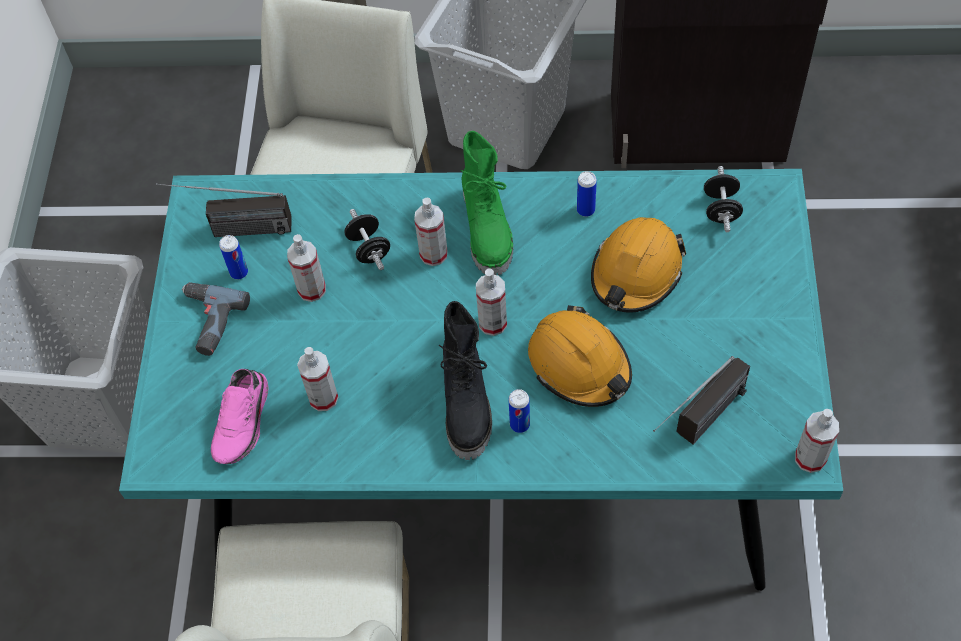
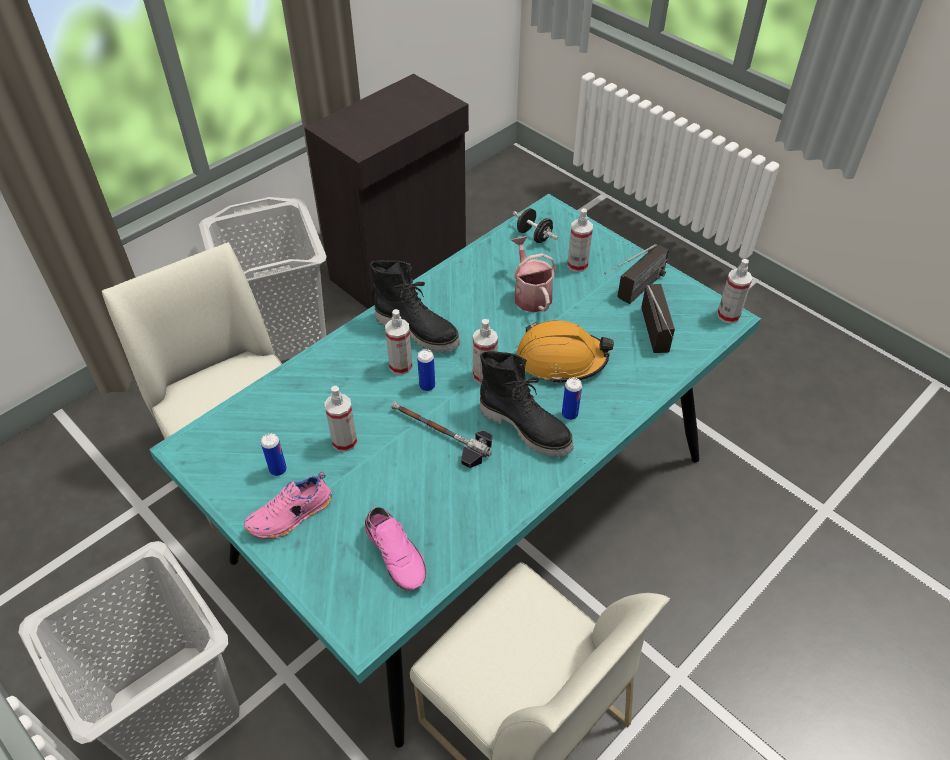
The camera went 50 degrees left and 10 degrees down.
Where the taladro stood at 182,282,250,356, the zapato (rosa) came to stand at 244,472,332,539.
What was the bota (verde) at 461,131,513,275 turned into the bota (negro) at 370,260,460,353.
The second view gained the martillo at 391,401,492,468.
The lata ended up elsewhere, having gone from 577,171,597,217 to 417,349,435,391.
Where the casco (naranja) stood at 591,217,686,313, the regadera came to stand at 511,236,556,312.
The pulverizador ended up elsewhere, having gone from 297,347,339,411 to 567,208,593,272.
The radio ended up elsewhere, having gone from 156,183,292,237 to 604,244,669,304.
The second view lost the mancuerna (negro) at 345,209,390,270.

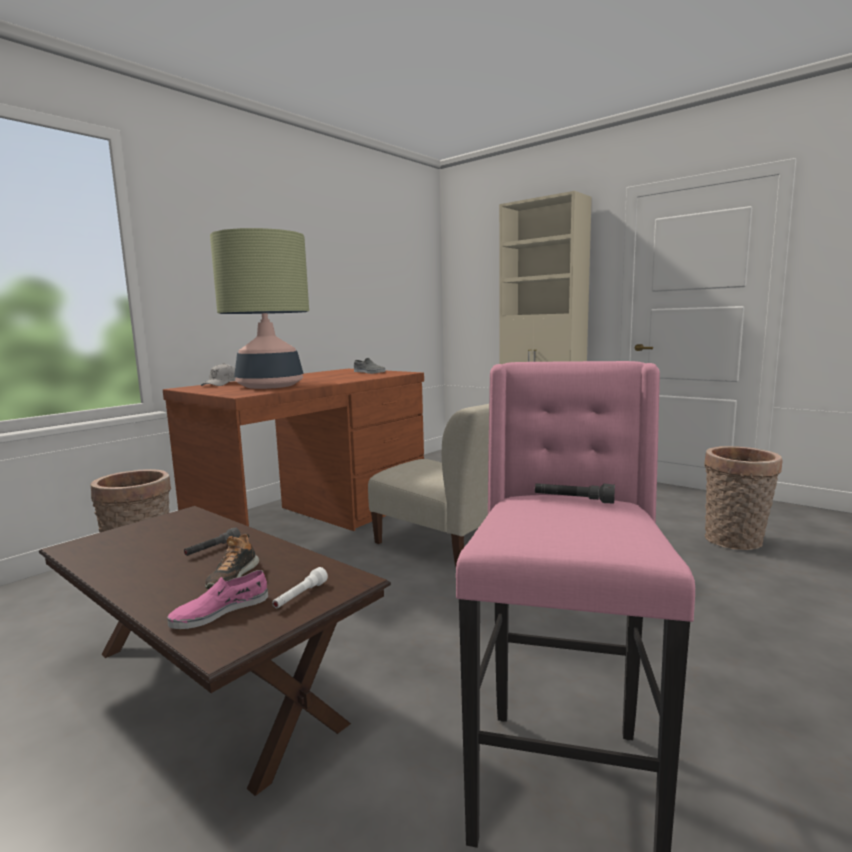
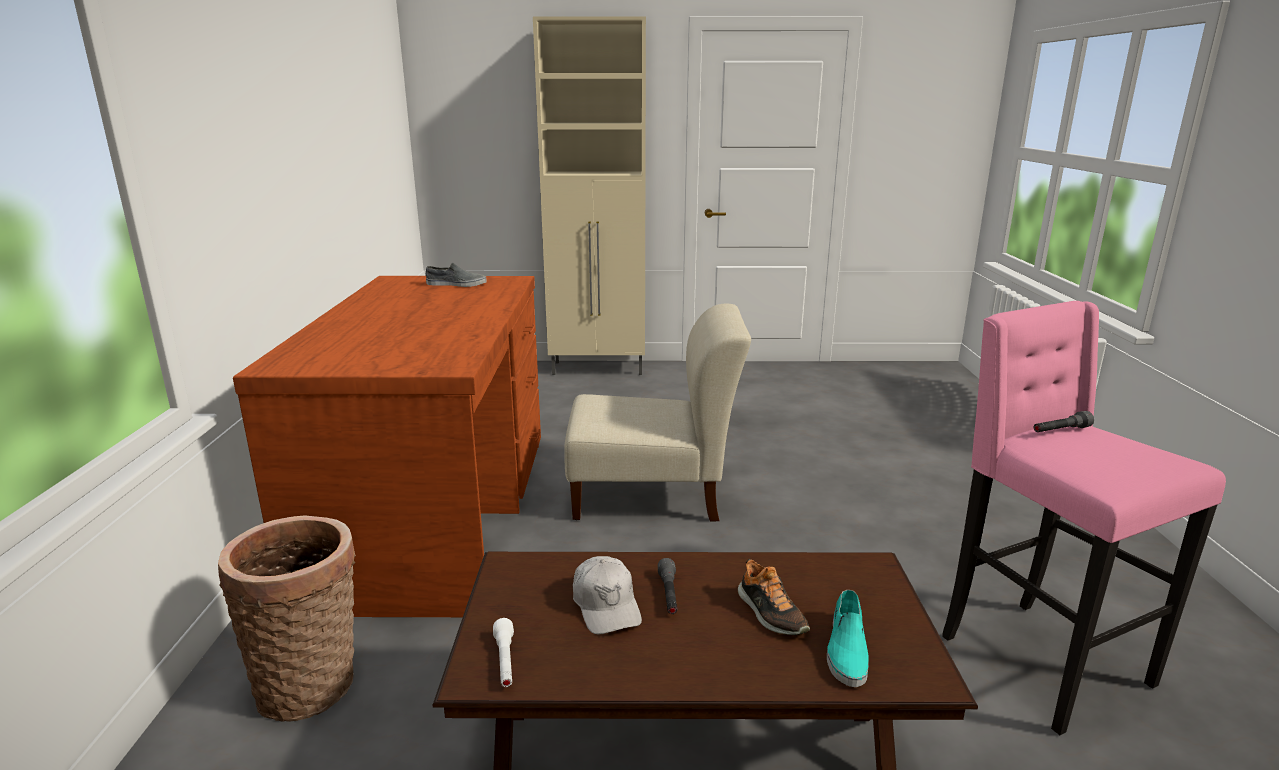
The camera went 40 degrees left and 10 degrees up.
The linterna (blanco) ended up elsewhere, having gone from 272,567,328,608 to 493,618,514,687.
The gorra (blanco) ended up elsewhere, having gone from 201,363,236,386 to 573,556,642,634.
What was the zapato (rosa) at 167,570,268,629 turned into the zapato (turquesa) at 827,590,869,687.
The second view lost the lámpara de mesa at 210,228,309,389.
The second view lost the cesta at 705,446,783,550.

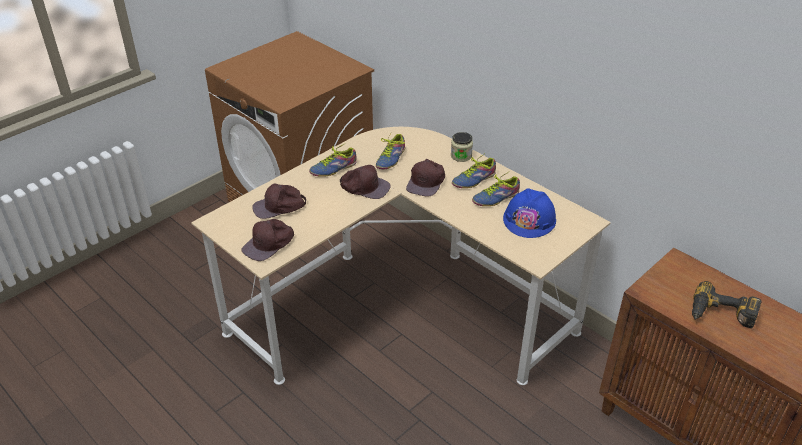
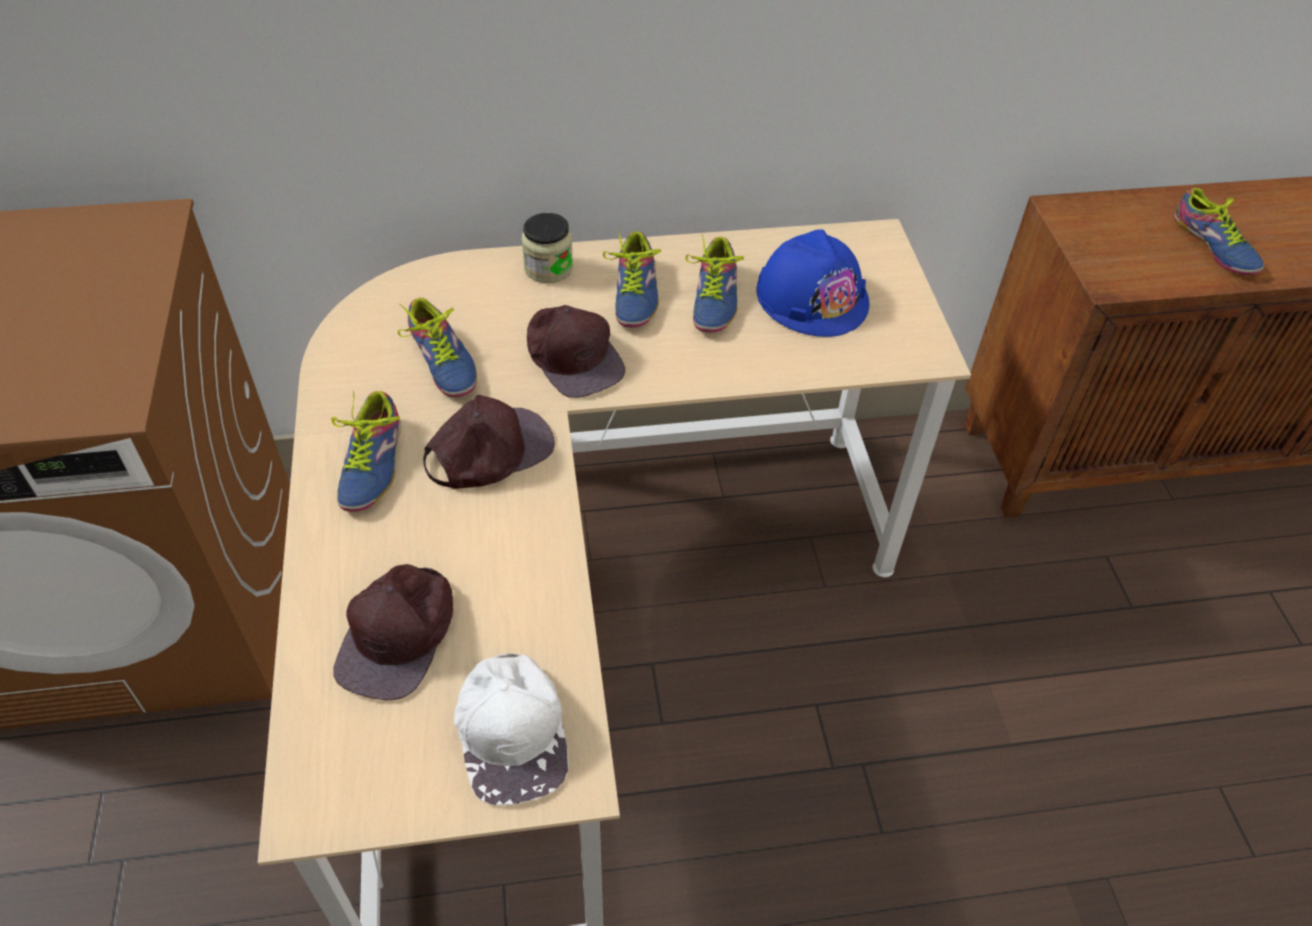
The camera went 55 degrees left and 10 degrees up.
What was the gorra (marrón) at 242,219,294,261 turned into the gorra (blanco) at 454,653,568,806.
Where the taladro stood at 692,281,762,328, the zapato came to stand at 1174,188,1264,275.

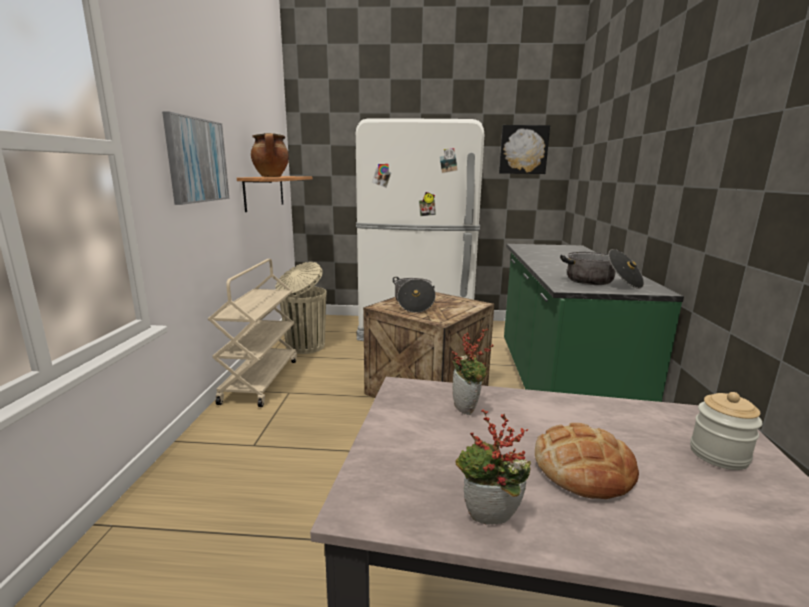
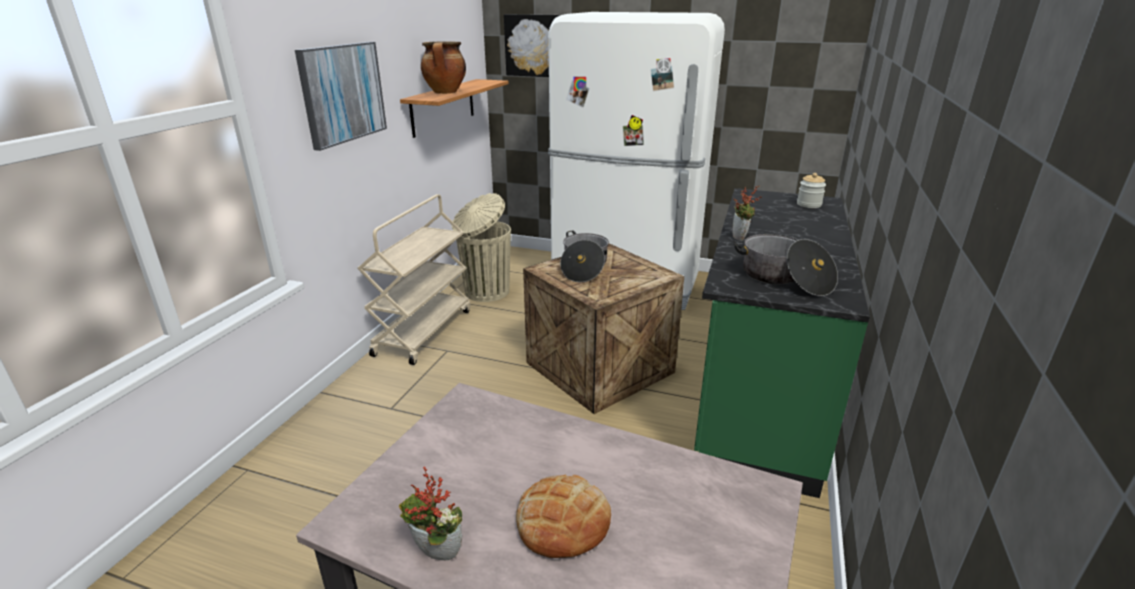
The camera went 15 degrees right and 10 degrees up.
The cuadro ended up elsewhere, having gone from 499,125,550,174 to 504,14,559,77.
The planta en maceta ended up elsewhere, having gone from 452,328,493,415 to 732,185,762,241.
The tarro ended up elsewhere, having gone from 690,392,762,470 to 797,173,826,208.

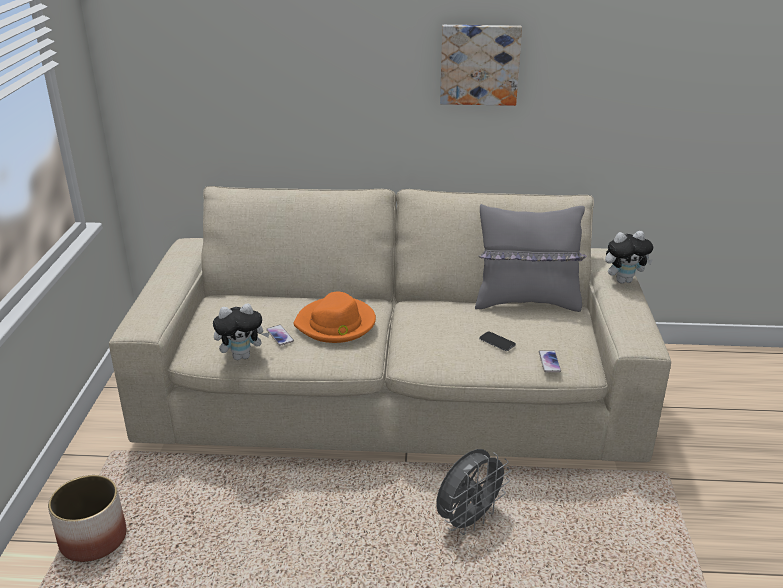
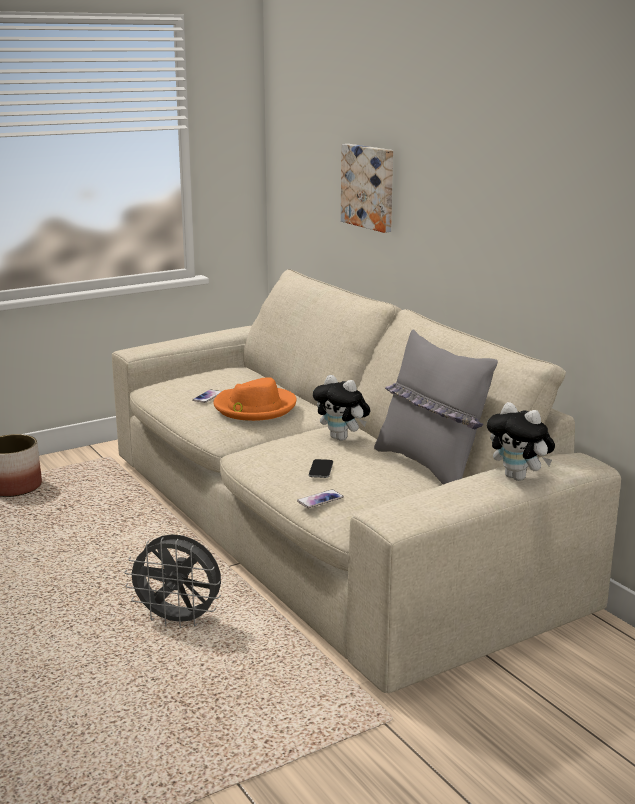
The camera went 55 degrees right and 10 degrees down.
The peluche ended up elsewhere, having gone from 213,303,270,360 to 313,375,370,441.
The cuadro ended up elsewhere, having gone from 440,25,522,106 to 341,144,393,233.

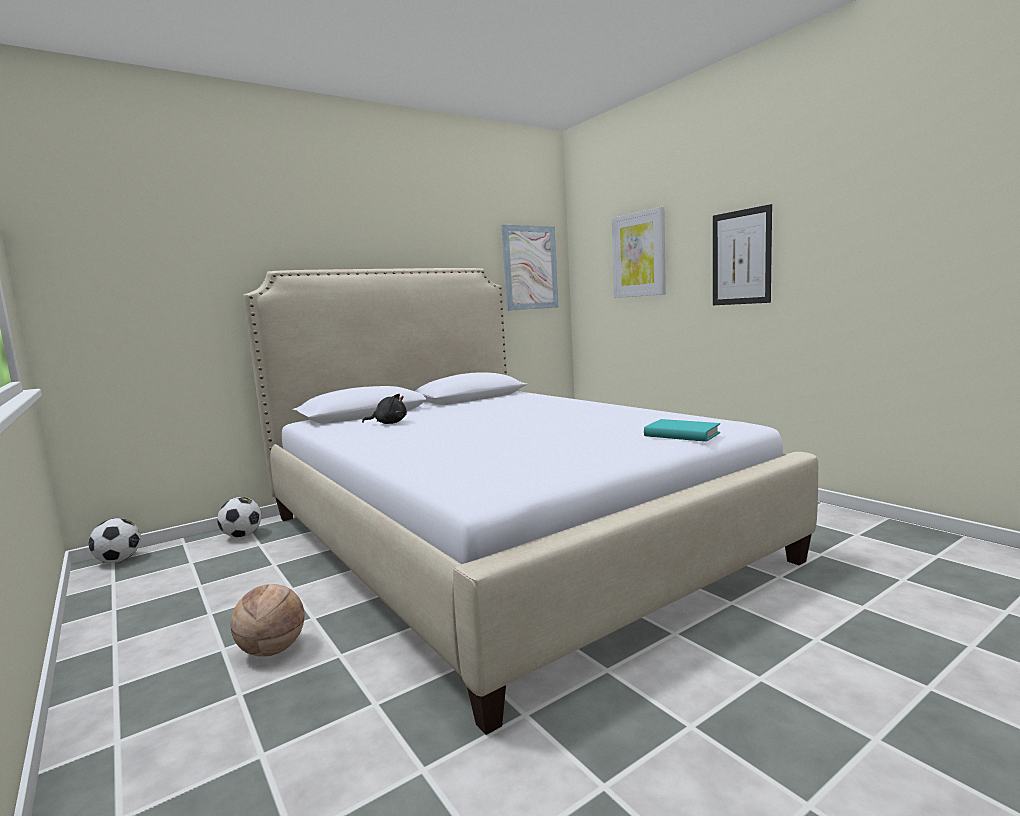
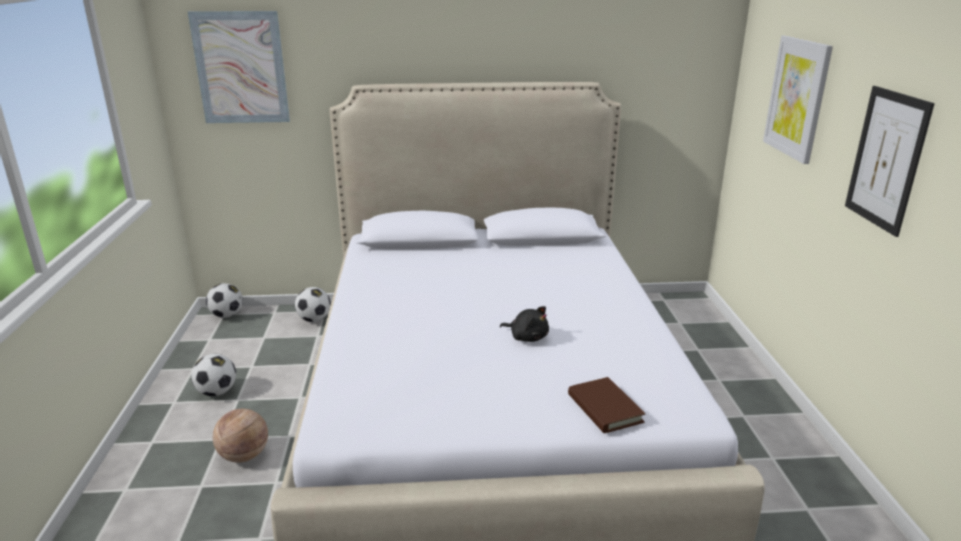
The camera went 30 degrees right and 15 degrees up.
The cuadro ended up elsewhere, having gone from 501,225,558,311 to 188,11,290,123.
The second view gained the balón de fútbol at 191,354,236,396.
The peluche (negro) ended up elsewhere, having gone from 362,394,407,424 to 500,306,549,342.
What was the libro (turquesa) at 644,419,720,442 turned into the libro (marrón) at 568,377,646,433.

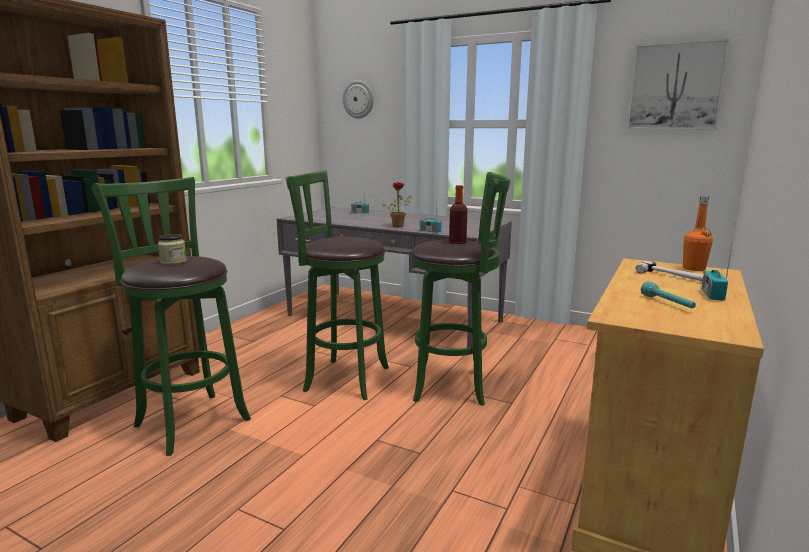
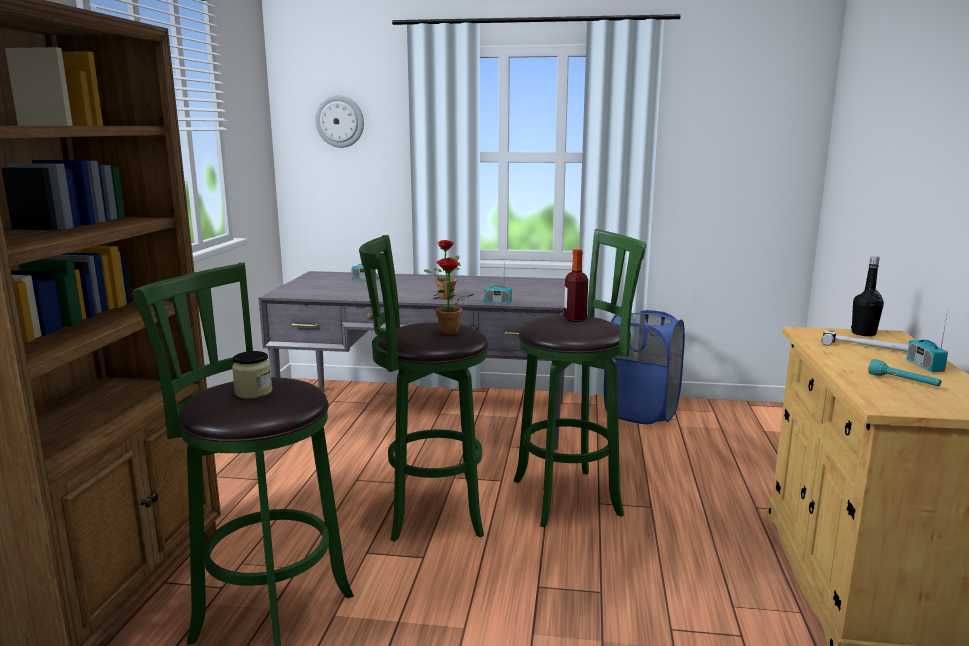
The camera went 20 degrees left and 0 degrees up.
The second view gained the planta en maceta at 433,258,474,335.
The second view gained the cesto de la ropa (azul) at 604,310,685,424.
What was the botella (naranja) at 683,196,713,271 turned into the botella (negro) at 851,256,884,336.
The second view lost the cuadro at 627,38,730,129.

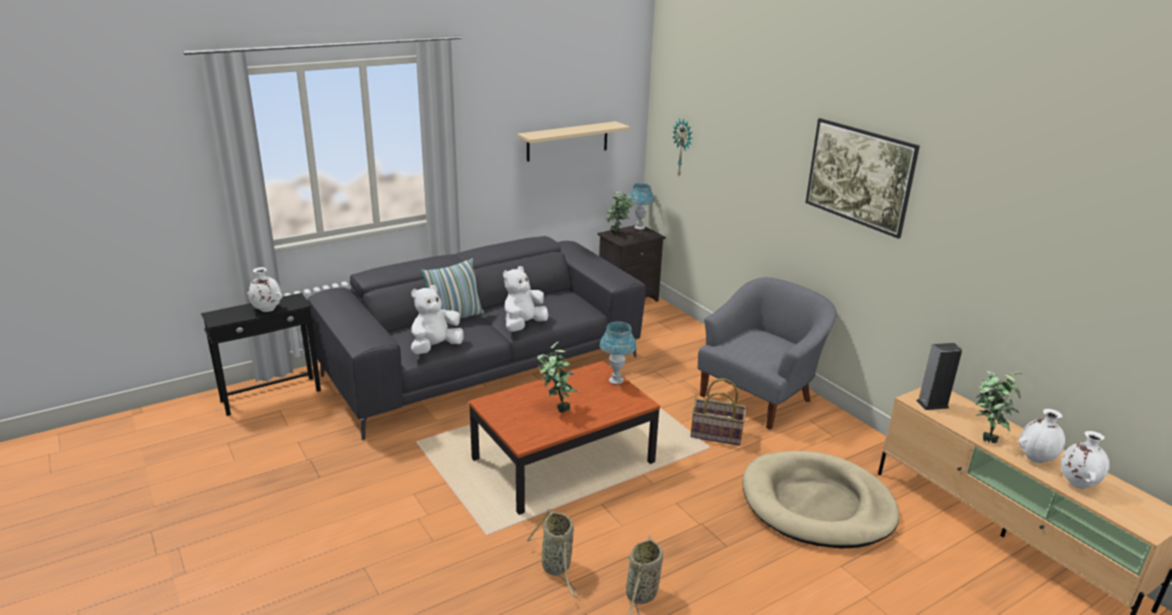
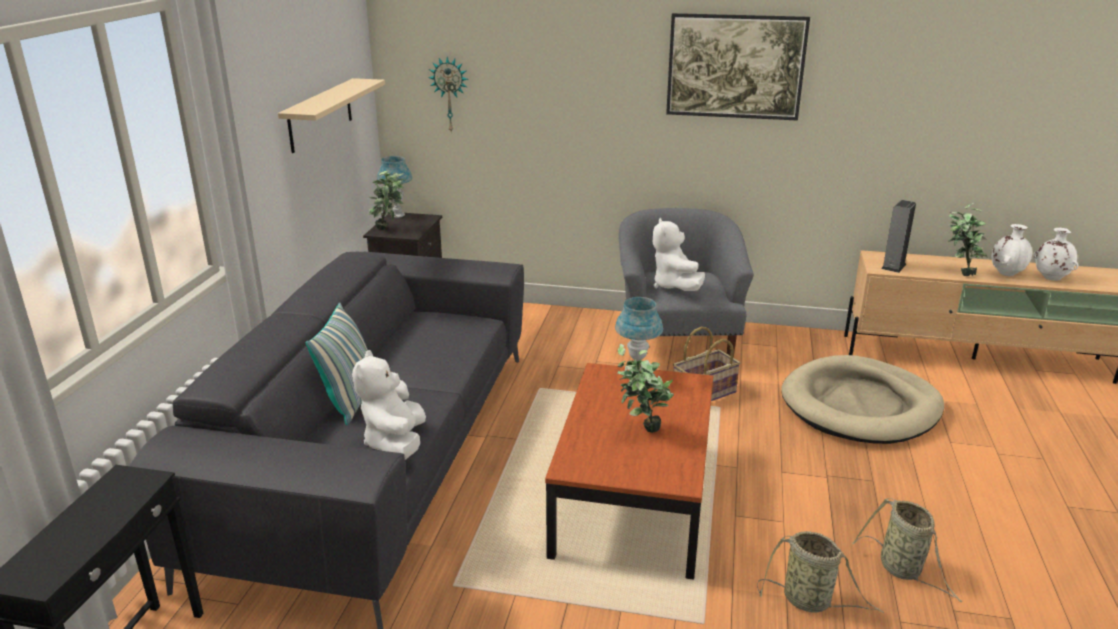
The camera went 45 degrees left and 0 degrees up.
The peluche (blanco) ended up elsewhere, having gone from 503,266,549,332 to 653,218,705,291.
The second view lost the florero (blanco) at 247,267,283,312.

